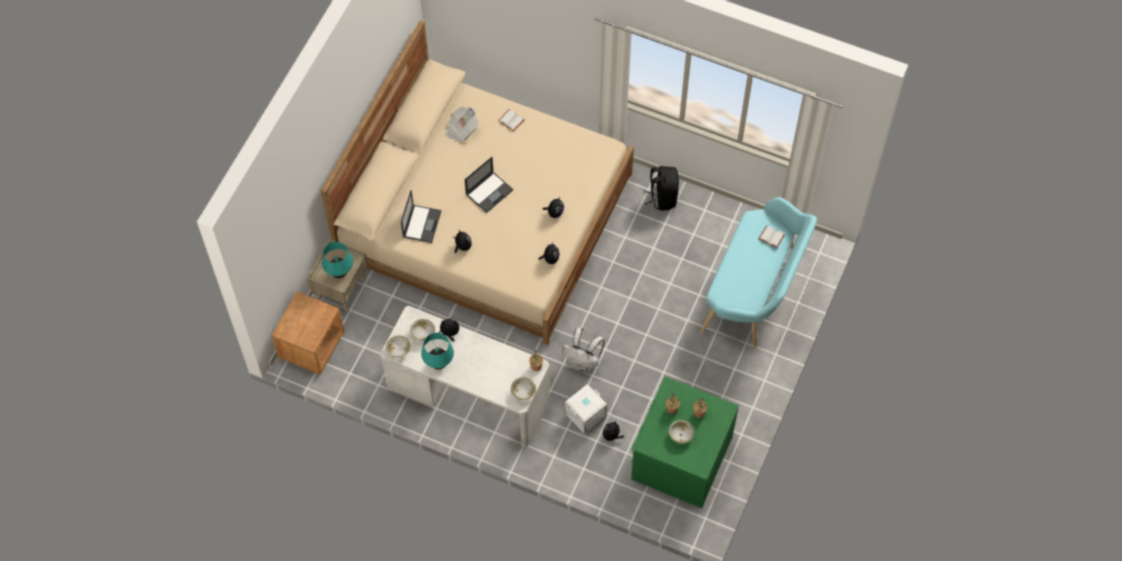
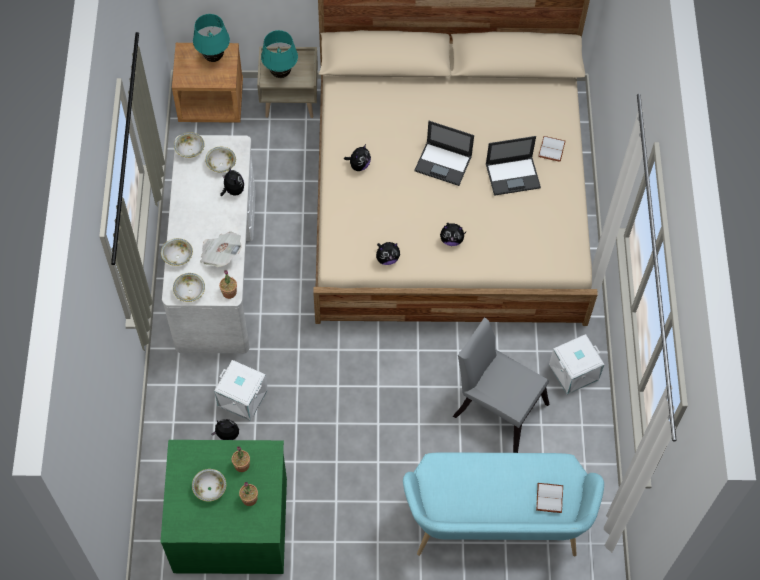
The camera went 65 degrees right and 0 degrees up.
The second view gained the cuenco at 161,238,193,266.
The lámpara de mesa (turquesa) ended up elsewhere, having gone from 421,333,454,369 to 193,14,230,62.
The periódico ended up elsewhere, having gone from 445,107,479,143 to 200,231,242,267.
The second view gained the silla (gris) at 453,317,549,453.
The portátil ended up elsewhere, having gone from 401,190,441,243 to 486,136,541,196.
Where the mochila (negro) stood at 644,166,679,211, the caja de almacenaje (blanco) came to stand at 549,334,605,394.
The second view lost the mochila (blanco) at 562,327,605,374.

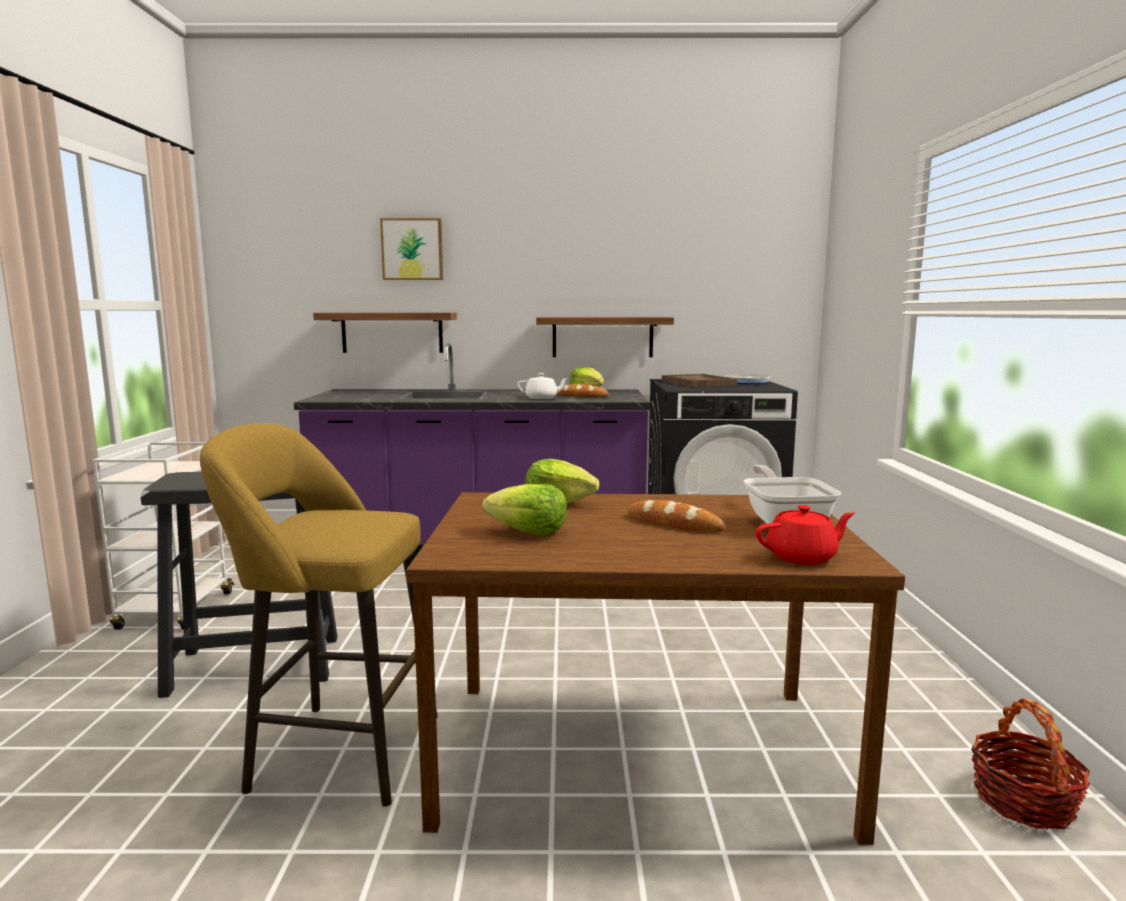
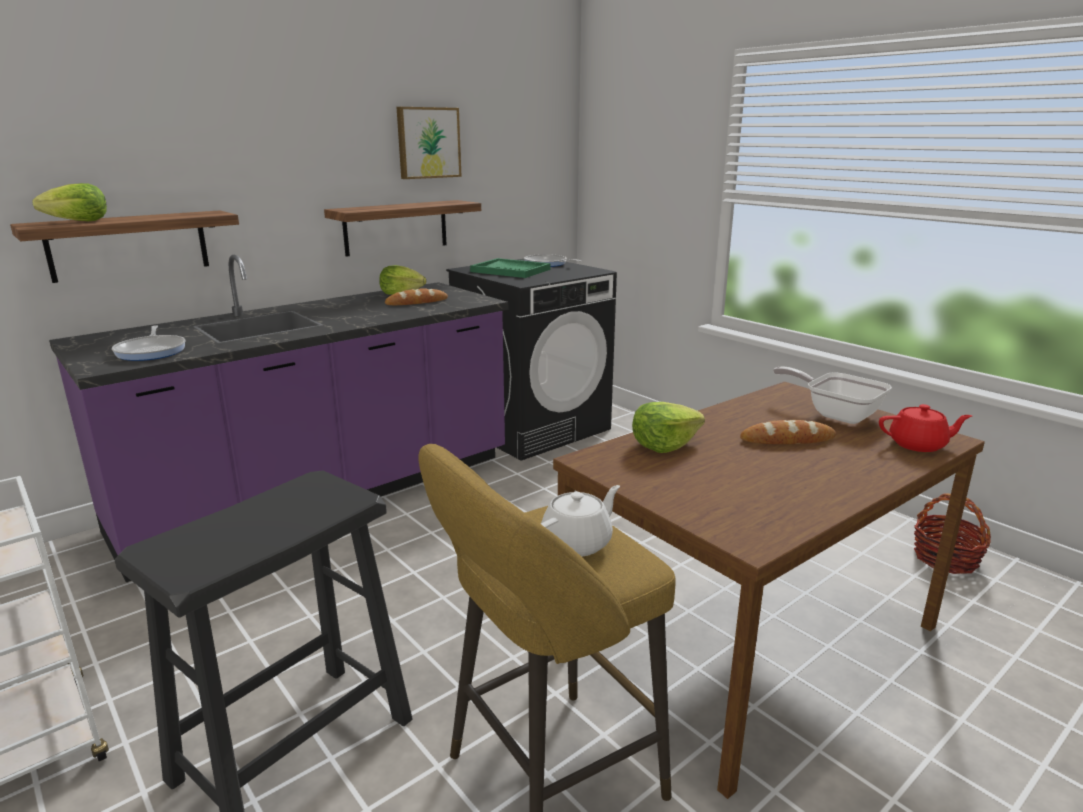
The camera went 40 degrees left and 10 degrees up.
The lechuga ended up elsewhere, having gone from 483,484,567,536 to 33,183,107,221.
The second view gained the sartén at 112,325,185,361.
The cuadro ended up elsewhere, having gone from 380,218,443,280 to 396,107,462,179.
What was the bandeja (marrón) at 662,374,737,387 turned into the bandeja (verde) at 470,258,551,278.
The tetera (blanco) ended up elsewhere, having gone from 517,373,569,399 to 541,485,620,557.
The tetera (rojo) at 756,505,855,565 ended up facing another way, 60 degrees clockwise from before.

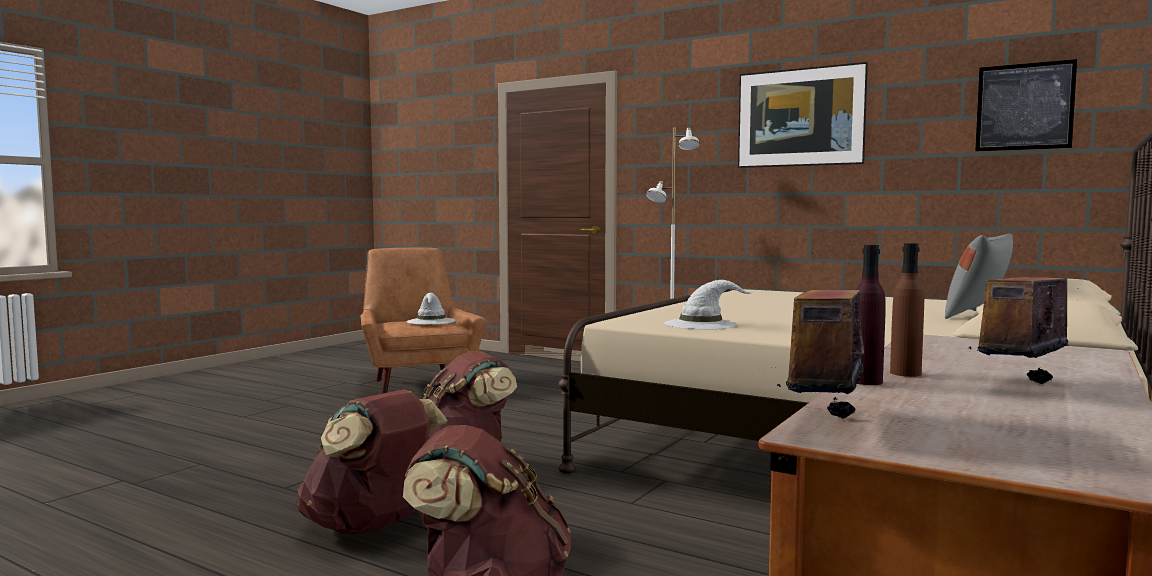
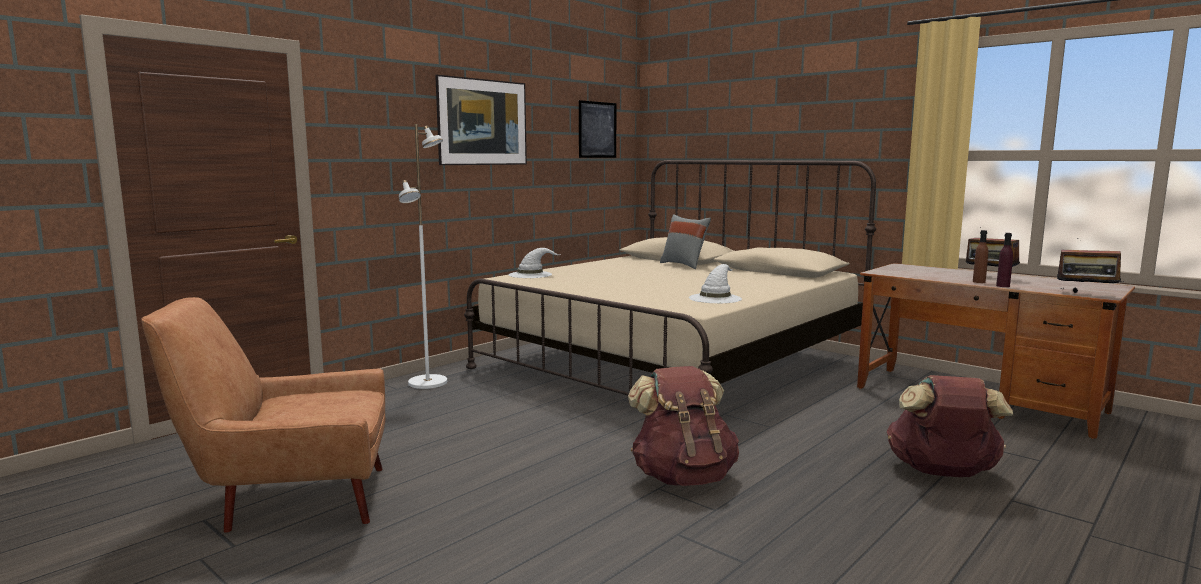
The camera went 80 degrees left and 5 degrees up.
The sombrero (blanco) ended up elsewhere, having gone from 407,293,456,325 to 508,248,561,278.
The second view lost the mochila (marrón) at 297,390,448,534.

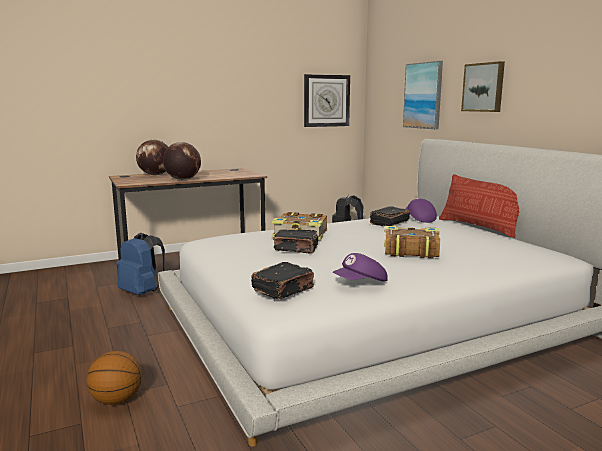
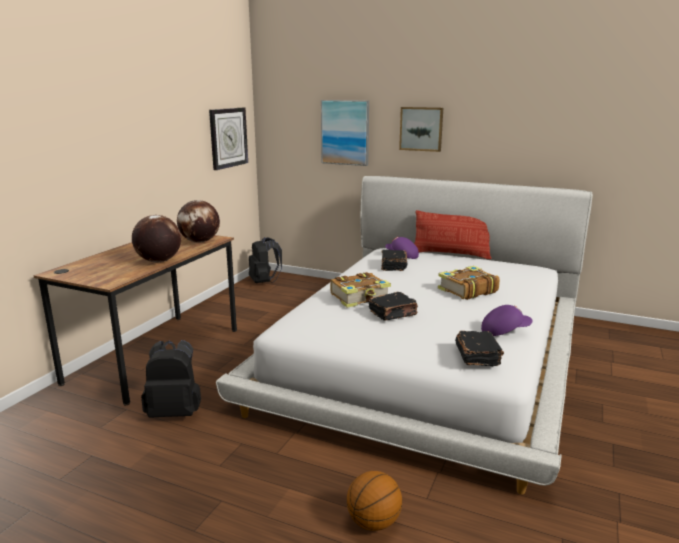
The camera went 40 degrees left and 5 degrees up.
What was the mochila (azul) at 117,233,165,295 turned into the mochila (negro) at 141,340,201,418.
The globo terráqueo ended up elsewhere, having gone from 136,140,168,175 to 177,200,220,243.
The gorra (morado) at 333,253,388,282 ended up facing another way, 120 degrees counterclockwise from before.

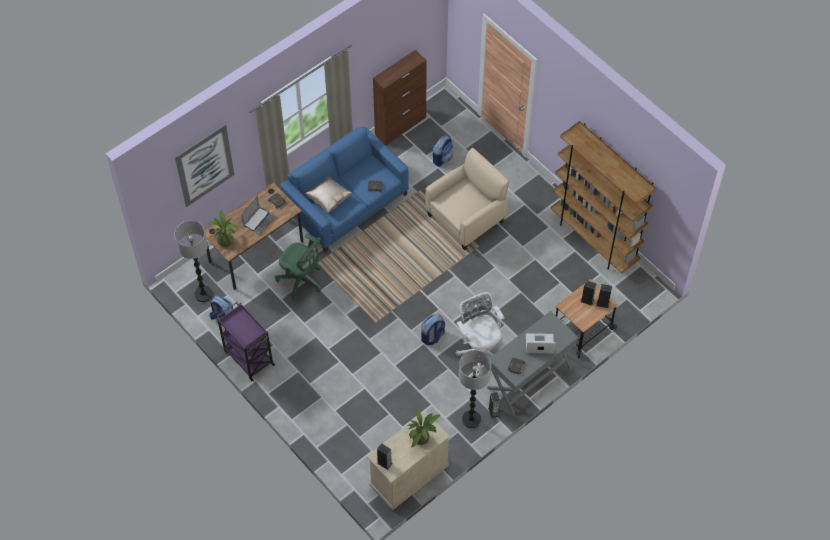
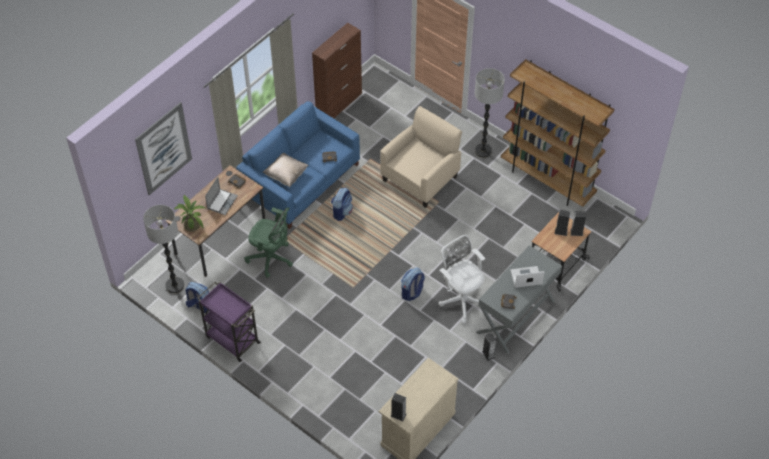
The camera went 10 degrees left and 5 degrees down.
The mochila ended up elsewhere, having gone from 432,135,453,166 to 331,188,353,221.
The lámpara de pie ended up elsewhere, having gone from 459,350,491,428 to 475,68,505,158.
The second view lost the planta en maceta at 408,410,440,448.

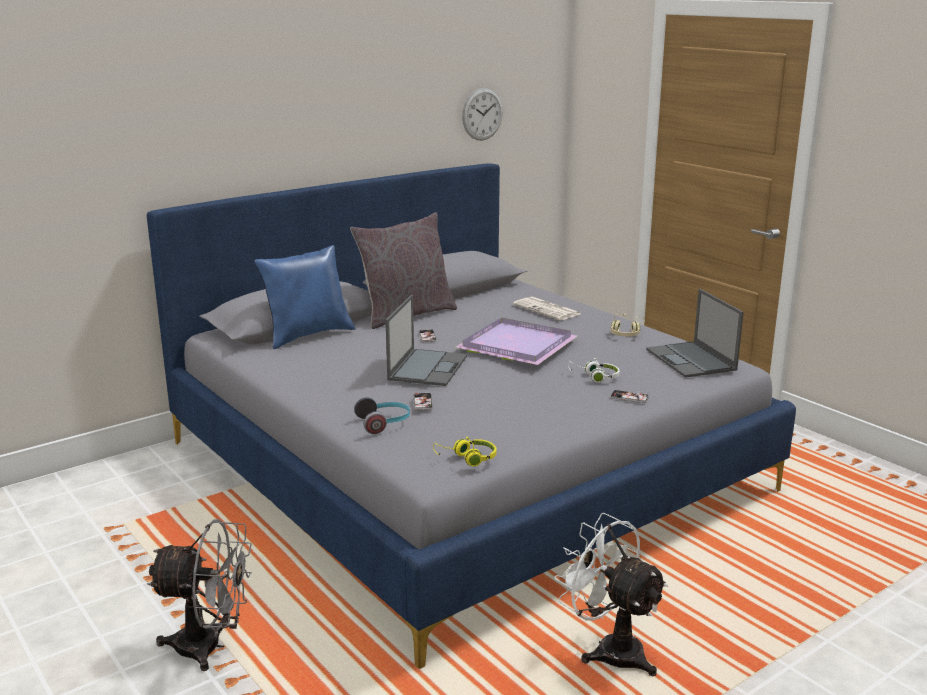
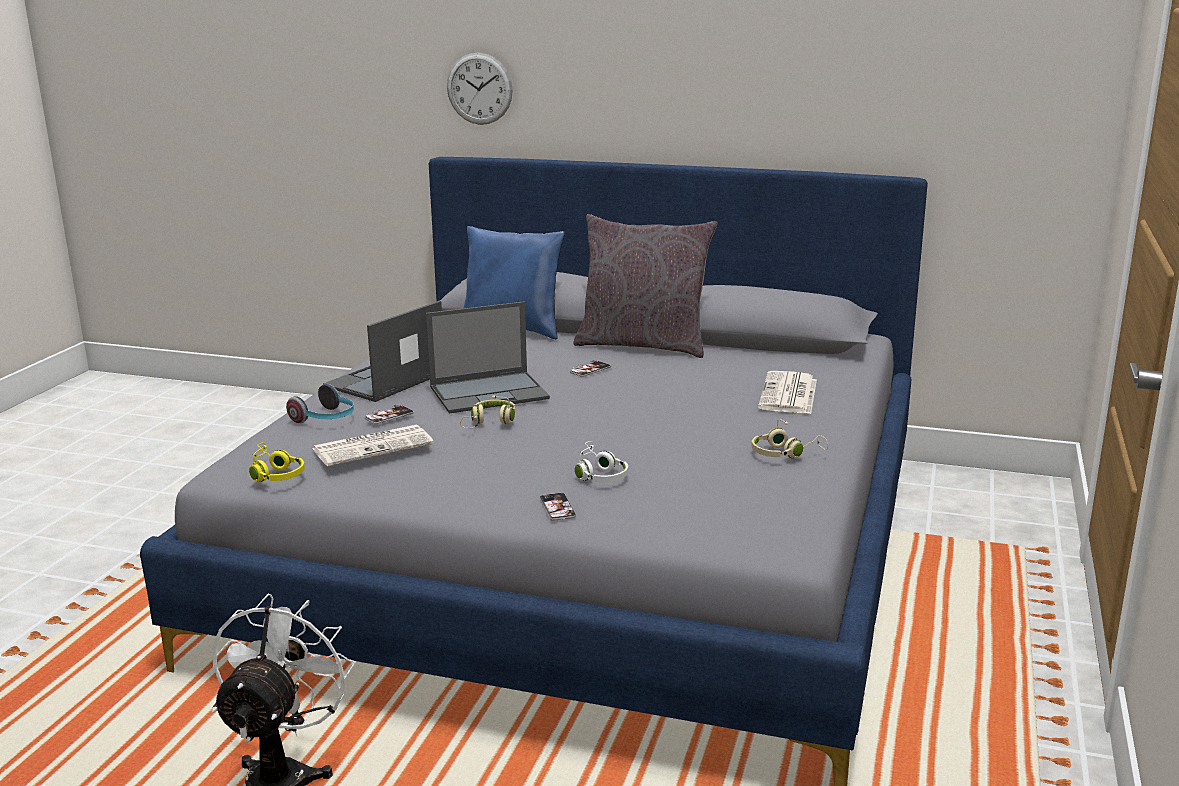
The camera went 55 degrees right and 0 degrees up.
The second view gained the periódico at 312,425,434,467.
The portátil ended up elsewhere, having gone from 646,289,744,378 to 323,301,442,402.
The reloj de pared ended up elsewhere, having gone from 462,88,503,140 to 447,53,513,125.
The second view gained the auriculares (beis) at 460,396,515,428.
The second view lost the ventilador (gris) at 147,519,252,671.
The second view lost the bandeja (morado) at 456,318,577,365.

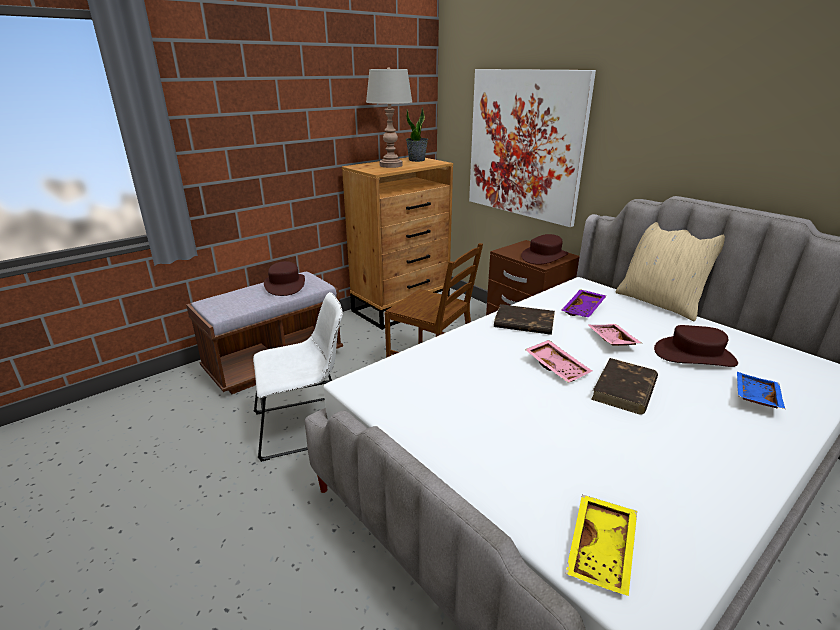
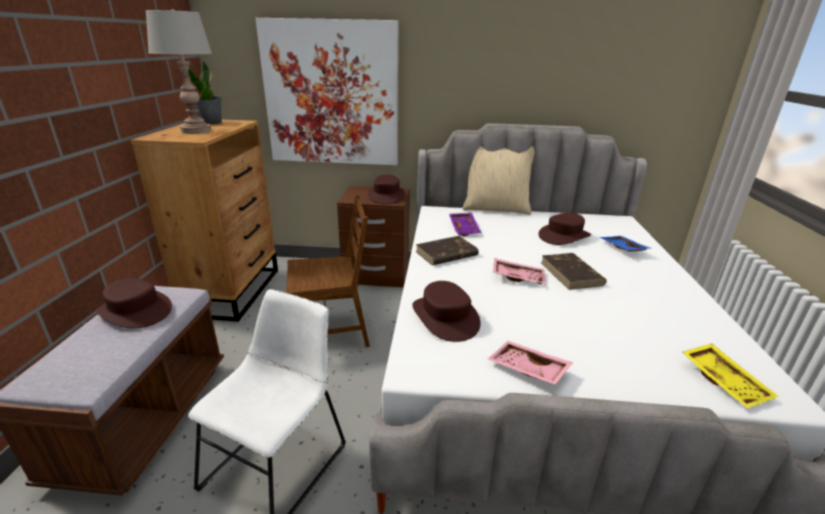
The camera went 45 degrees left and 0 degrees up.
The second view gained the sombrero (marrón) at 412,281,481,342.
The bandeja (rosa) ended up elsewhere, having gone from 587,324,642,346 to 488,341,573,385.

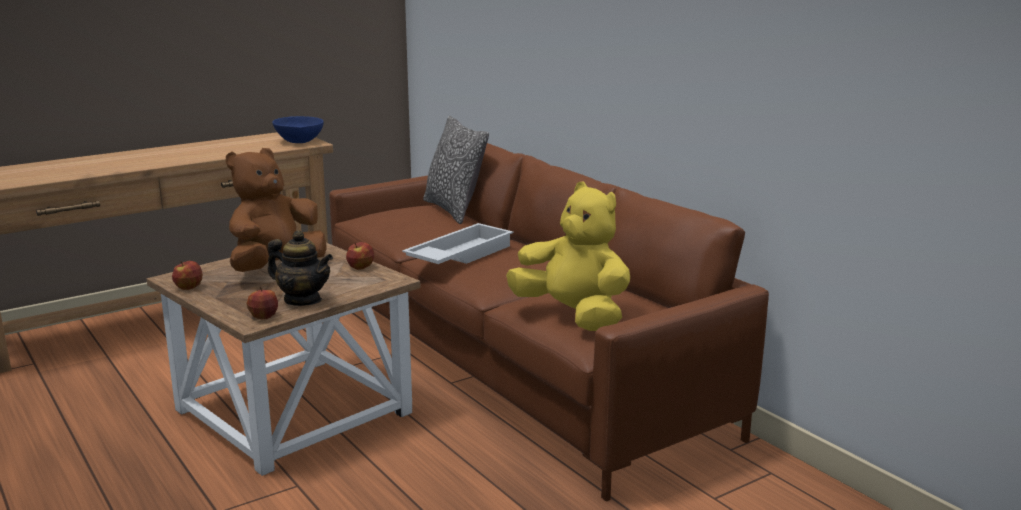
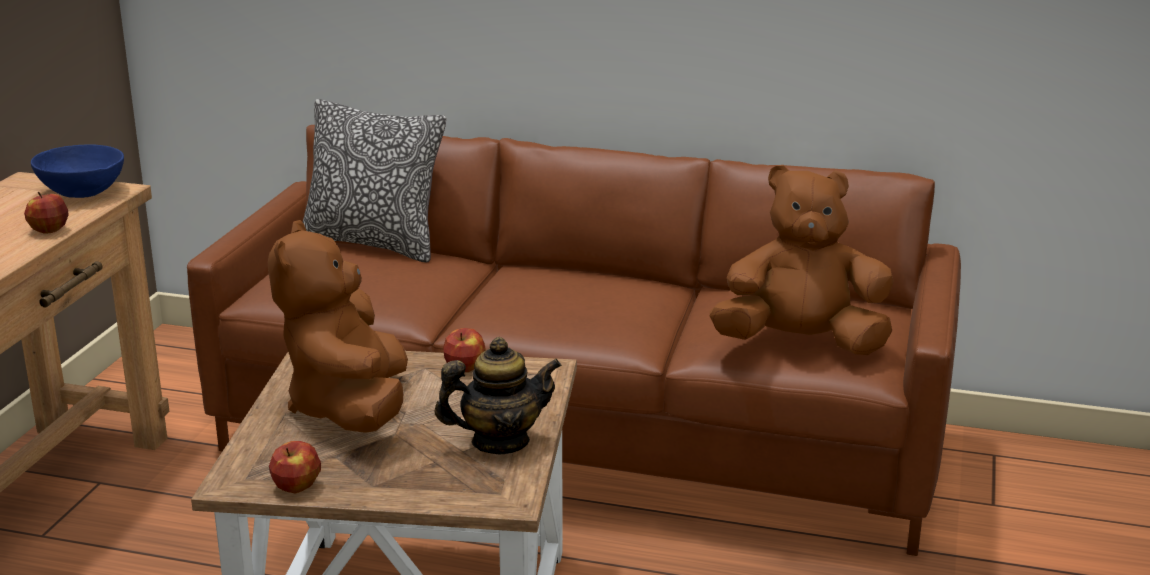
The camera went 40 degrees left and 5 degrees up.
The manzana ended up elsewhere, having gone from 246,287,278,319 to 24,192,69,234.
What was the peluche (amarillo) at 506,182,630,331 turned into the peluche (marrón) at 709,165,893,355.
The second view lost the bandeja (blanco) at 402,223,513,264.

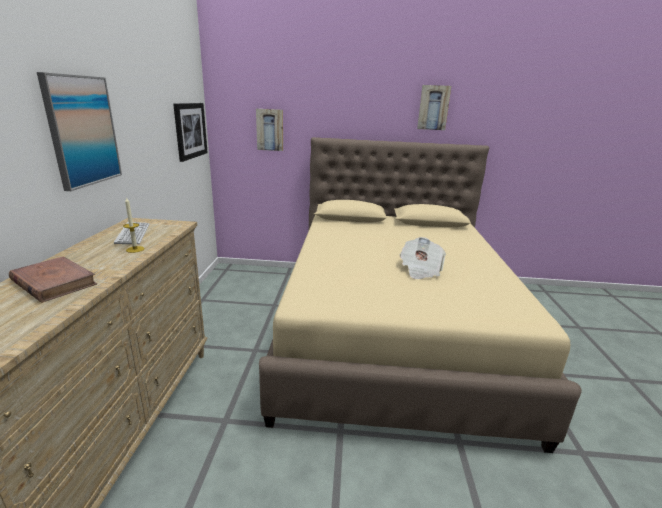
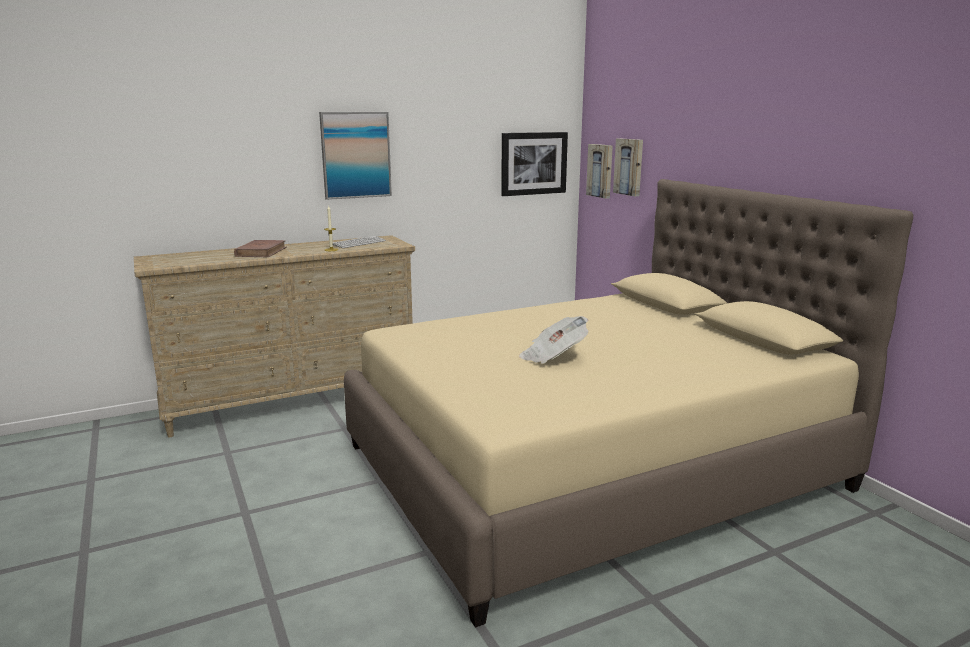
The camera went 60 degrees right and 5 degrees down.
The cuadro ended up elsewhere, having gone from 417,85,451,130 to 586,144,613,199.

